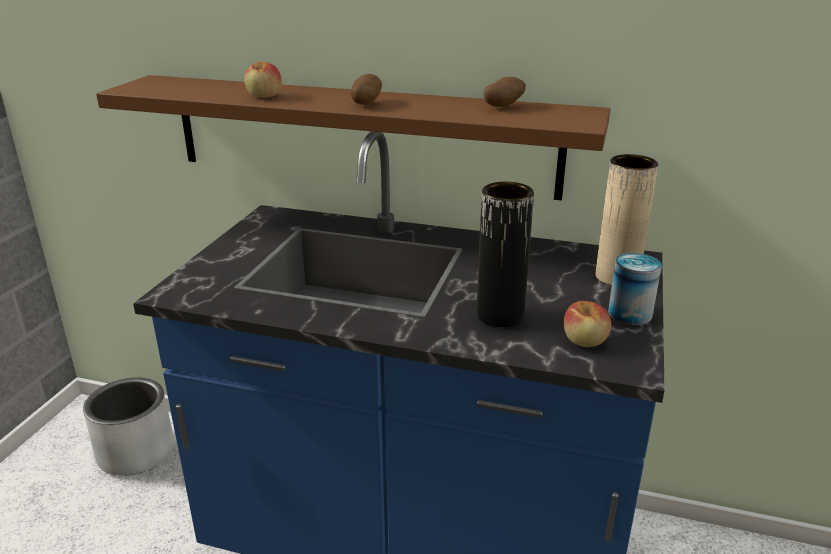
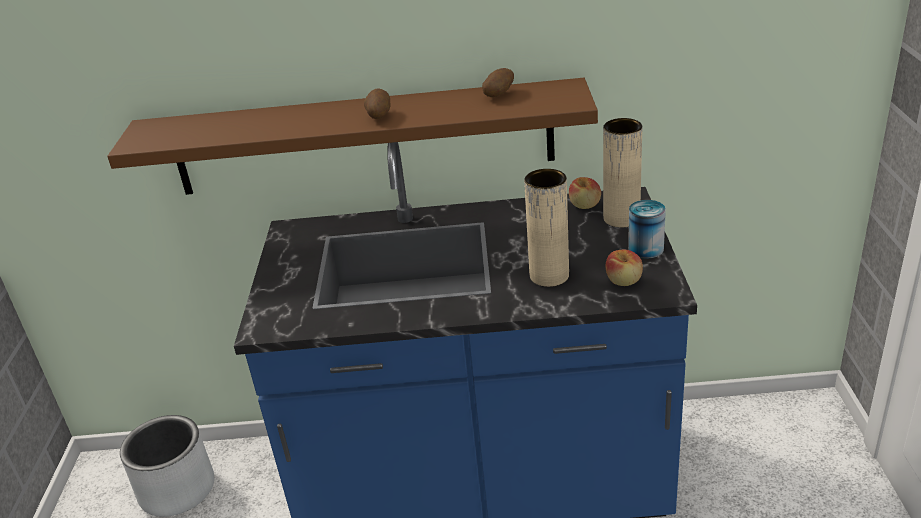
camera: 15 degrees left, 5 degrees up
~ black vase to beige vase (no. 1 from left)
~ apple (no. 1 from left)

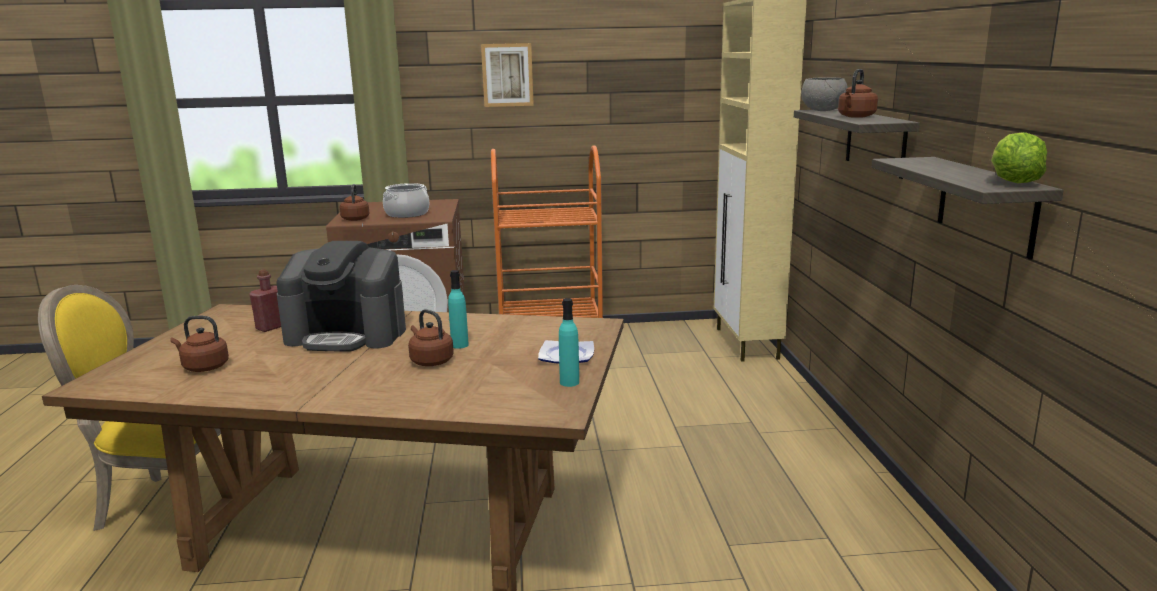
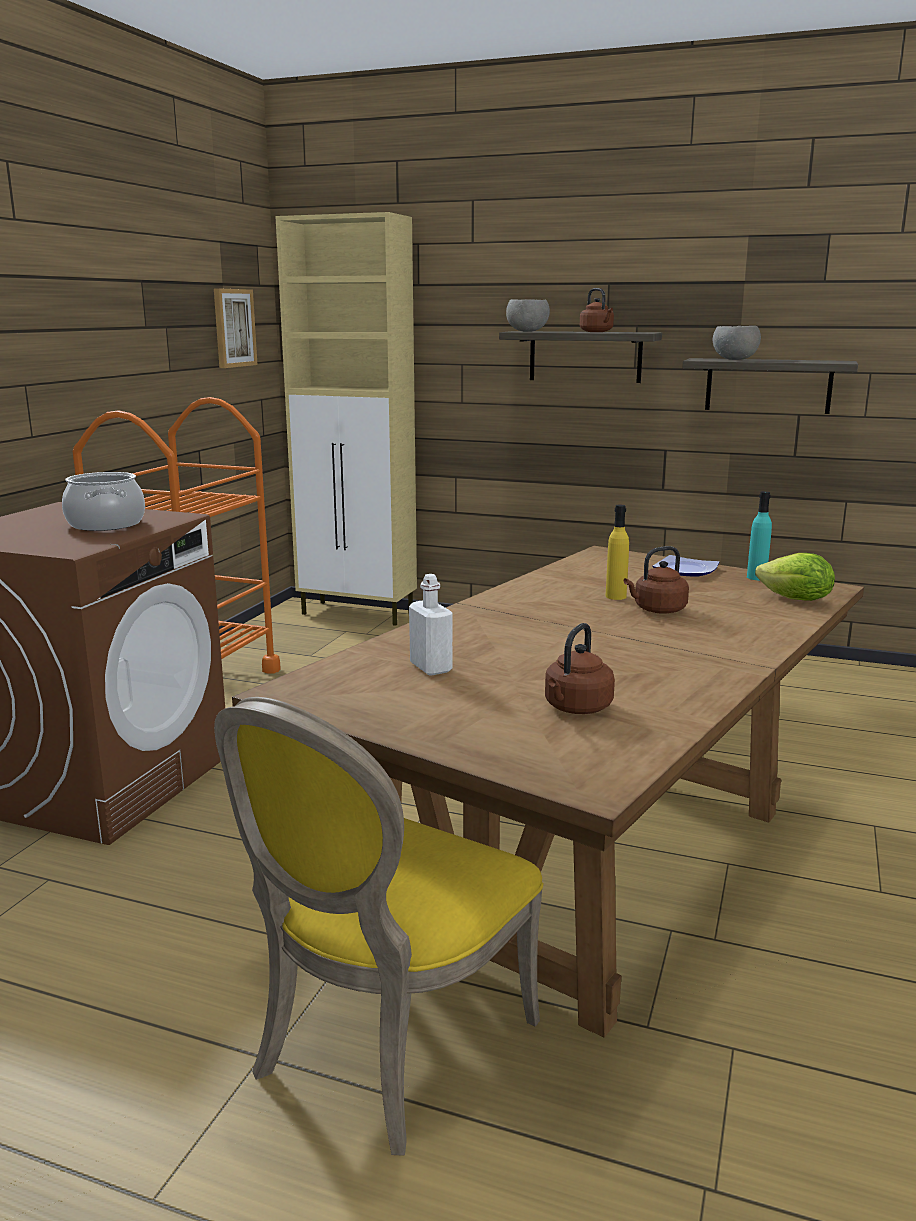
camera: 65 degrees left, 0 degrees up
~ picture
~ red bottle to white bottle
~ turquoise bottle (no. 1 from left) to yellow bottle
+ grey bowl (no. 2 from left)
~ lettuce
- coffee machine
- brown kettle (no. 2 from left)

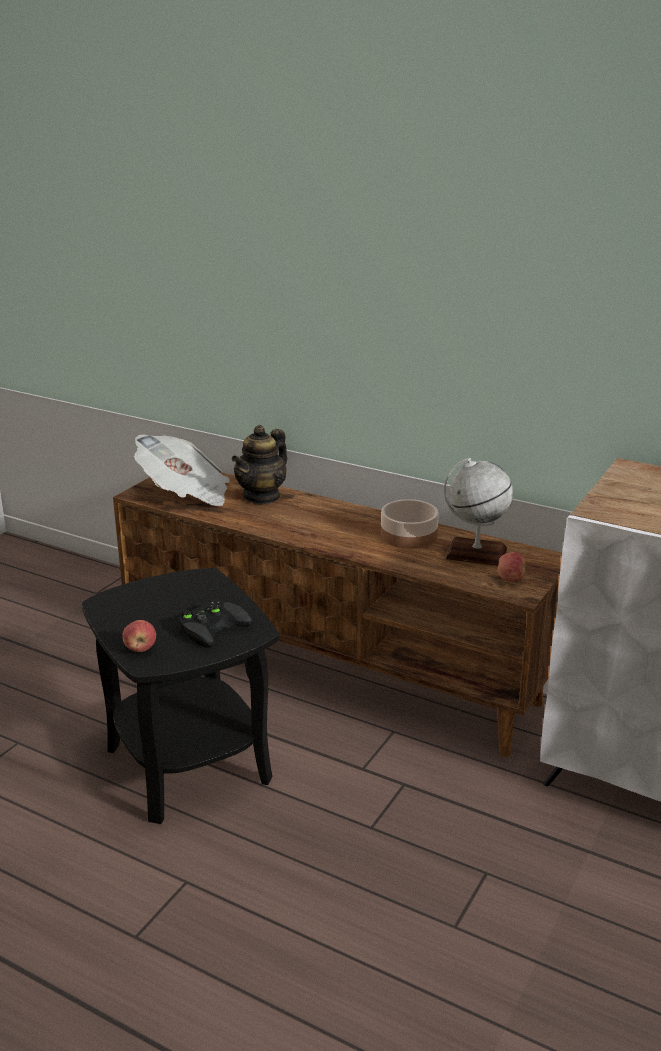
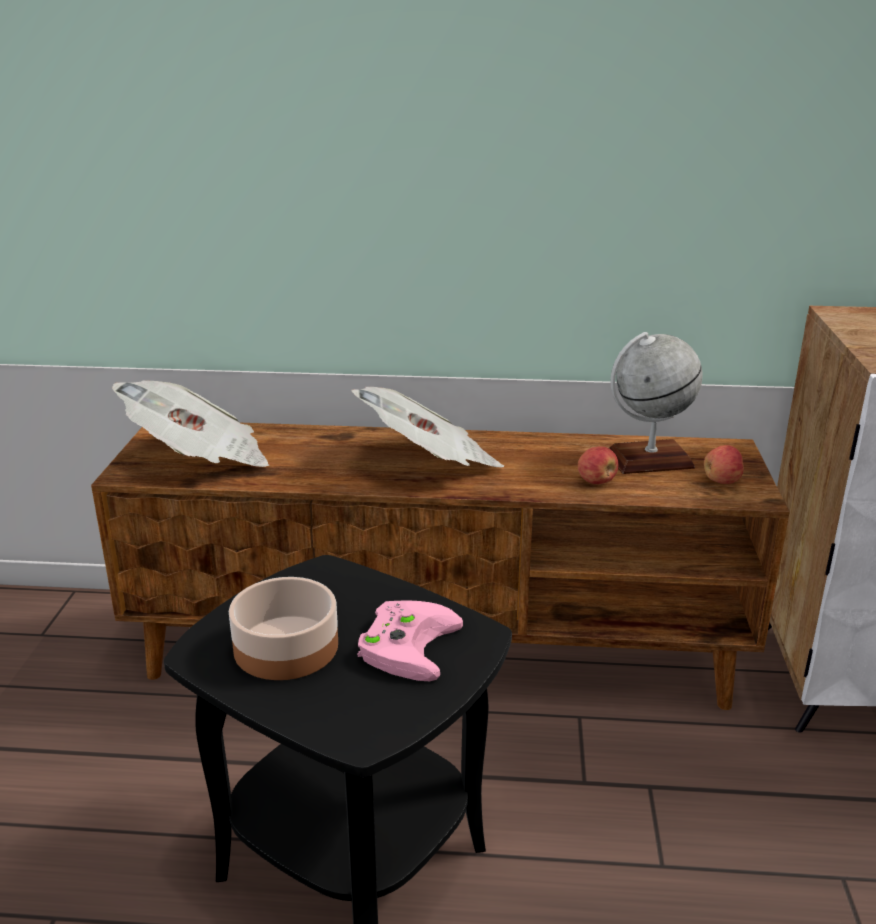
camera: 25 degrees left, 0 degrees up
~ bowl
+ newspaper (no. 2 from left)
~ black game controller to pink game controller
~ apple (no. 1 from left)
- teapot

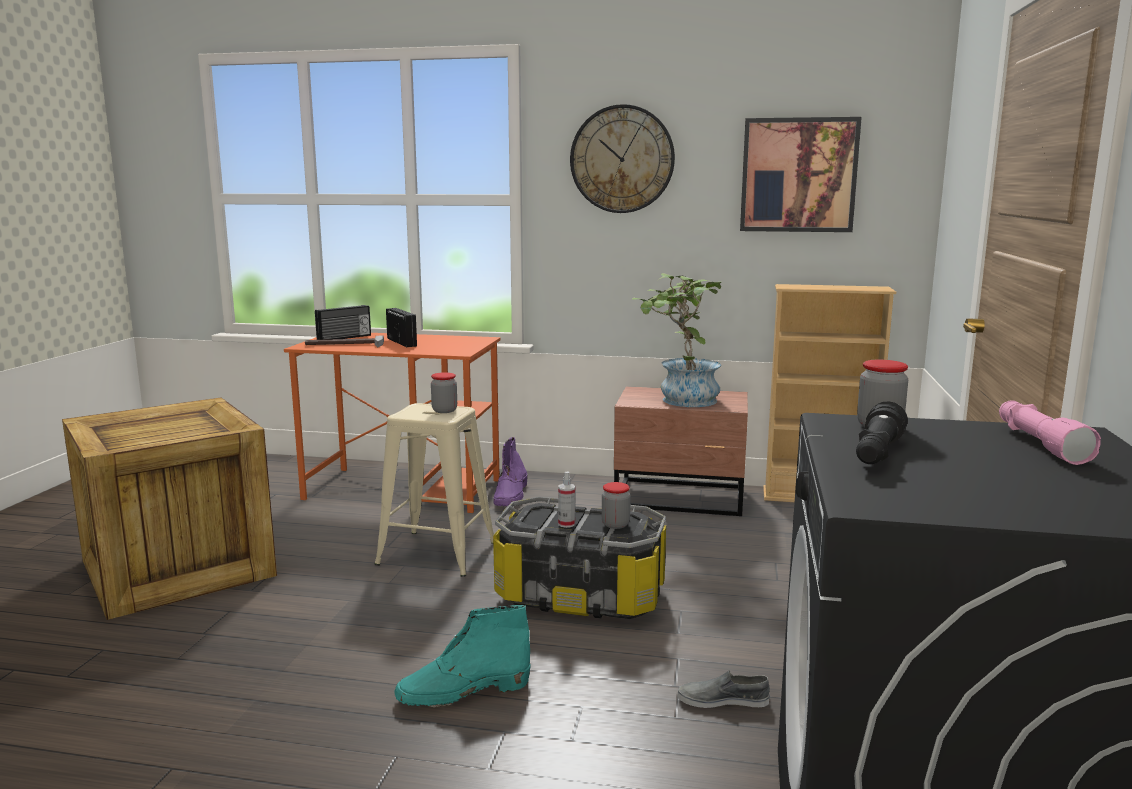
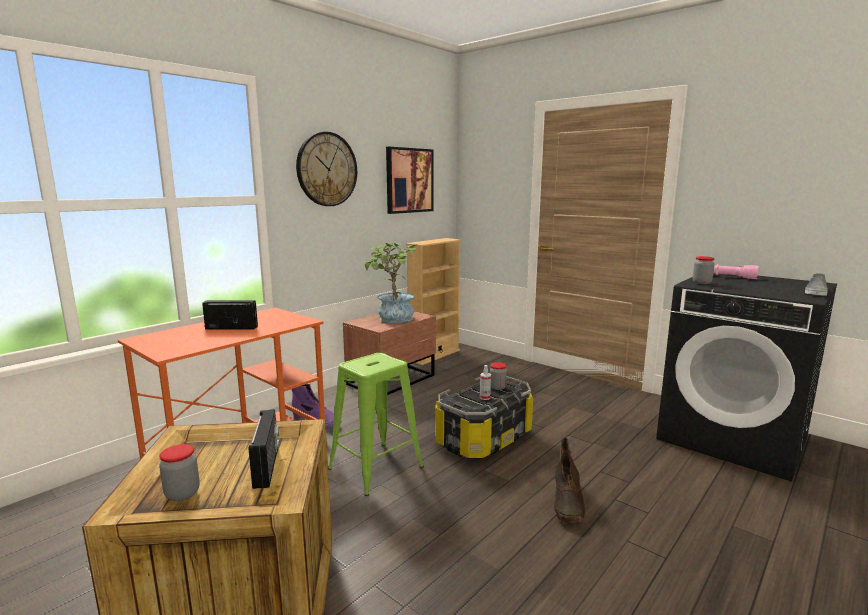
camera: 60 degrees left, 0 degrees up
~ jar (no. 1 from left)
~ radio (no. 1 from left in the first image) to radio (no. 2 from left)
~ beige stool to green stool
~ turquoise boot to brown boot
~ grey shoe
- hammer
- black flashlight

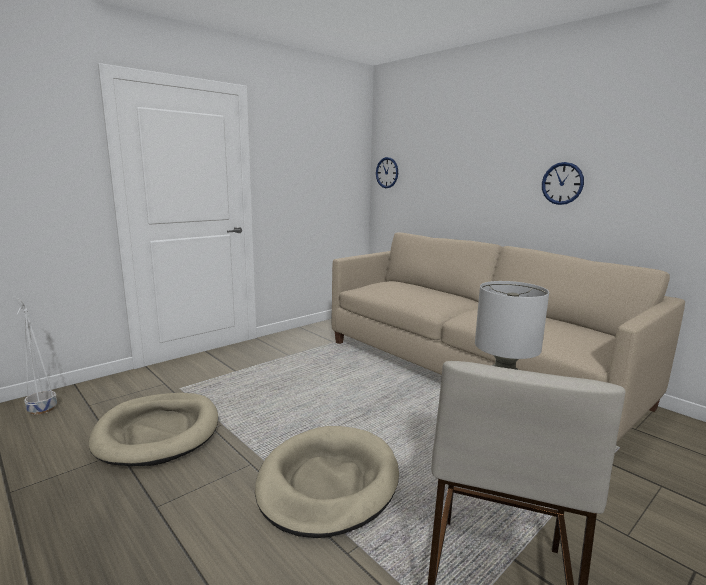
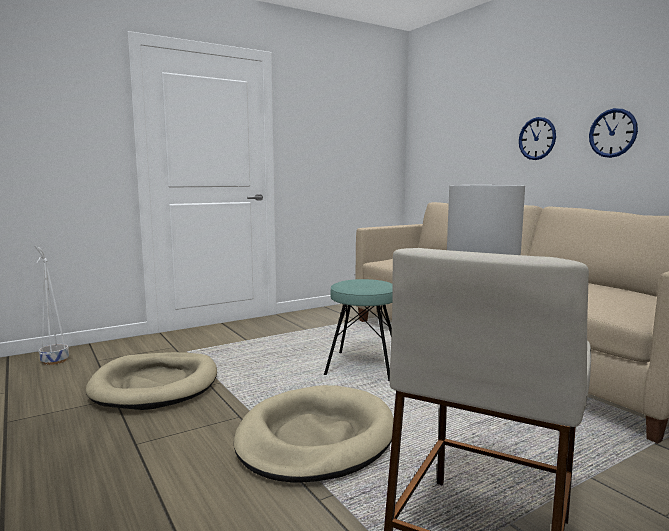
camera: 10 degrees right, 5 degrees down
+ turquoise stool
~ wall clock (no. 1 from left)

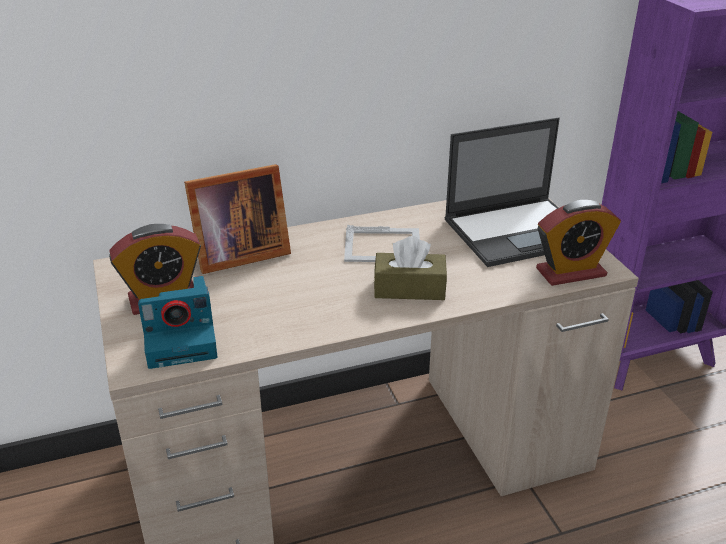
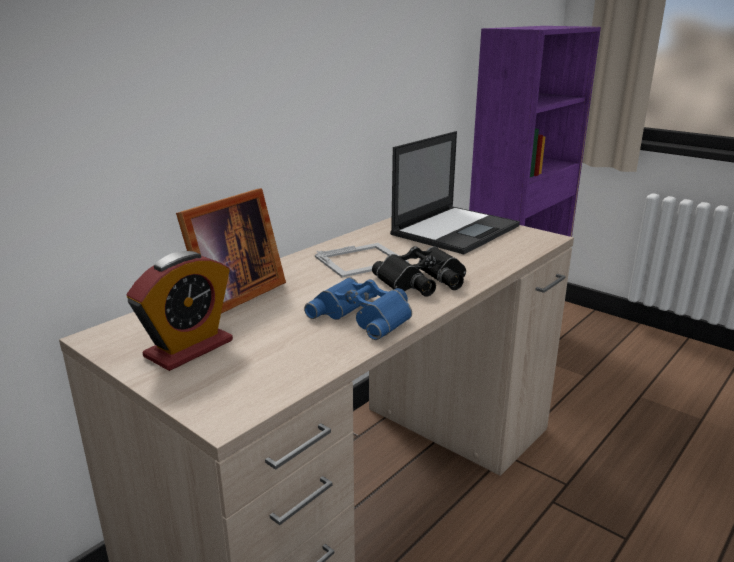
camera: 30 degrees left, 10 degrees down
+ blue binoculars
~ brown tissue box to black binoculars
- photo camera
- alarm clock (no. 2 from left)

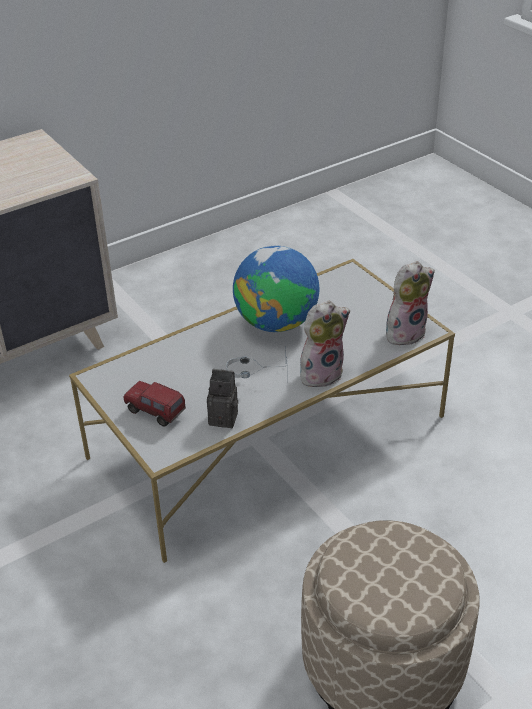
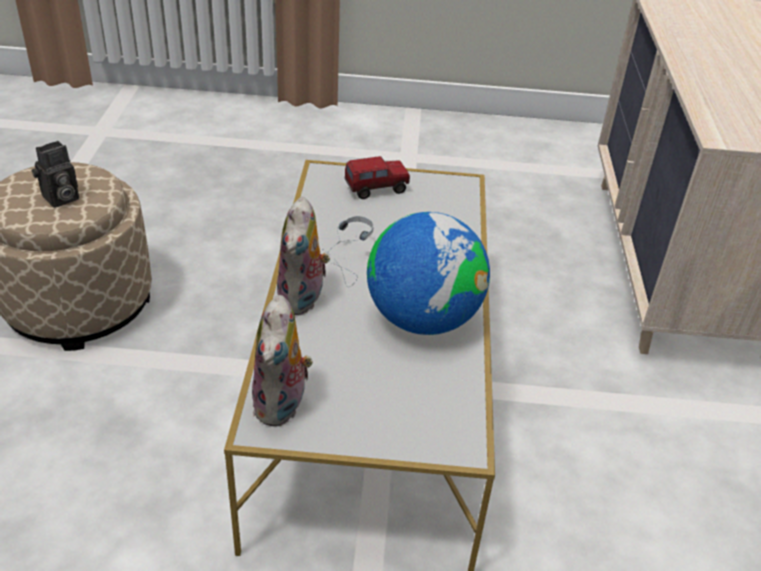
camera: 125 degrees right, 0 degrees up
~ photo camera

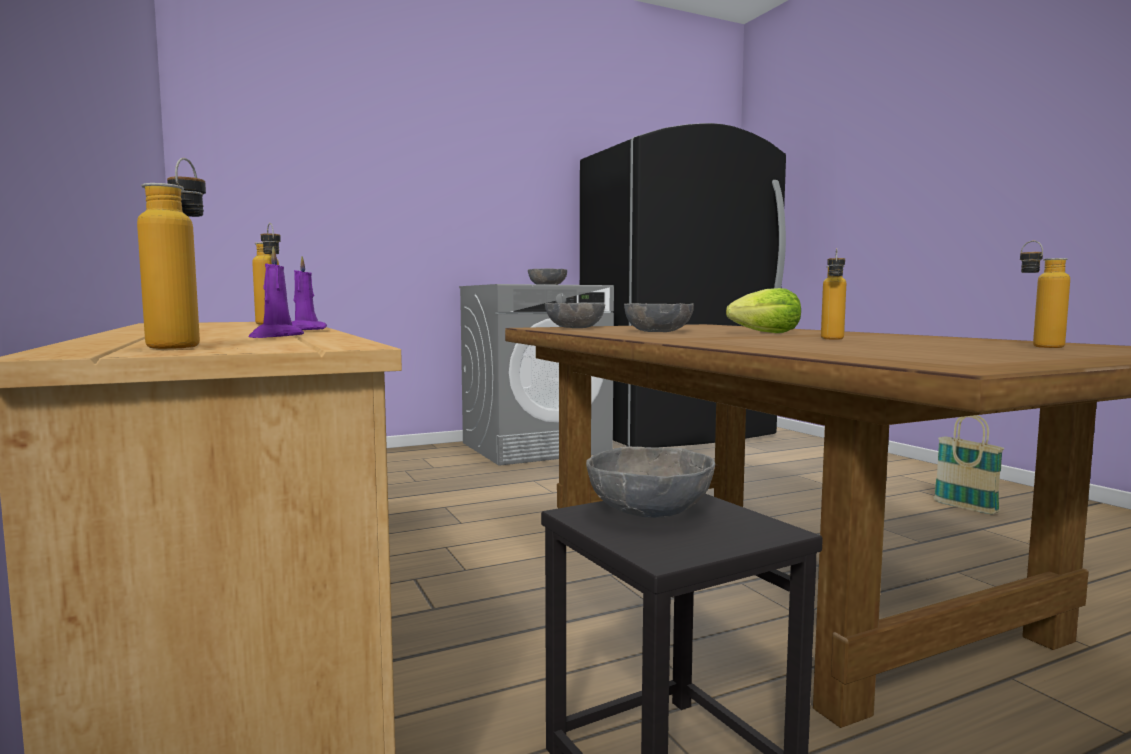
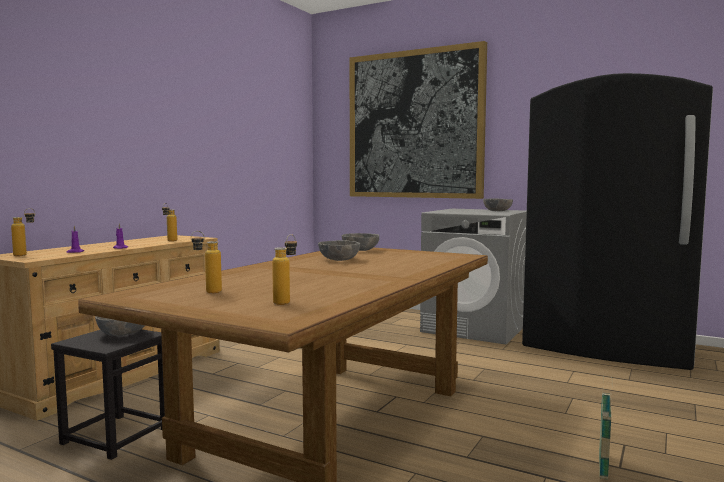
camera: 55 degrees right, 0 degrees up
~ bottle (no. 3 from left)
+ picture
- lettuce

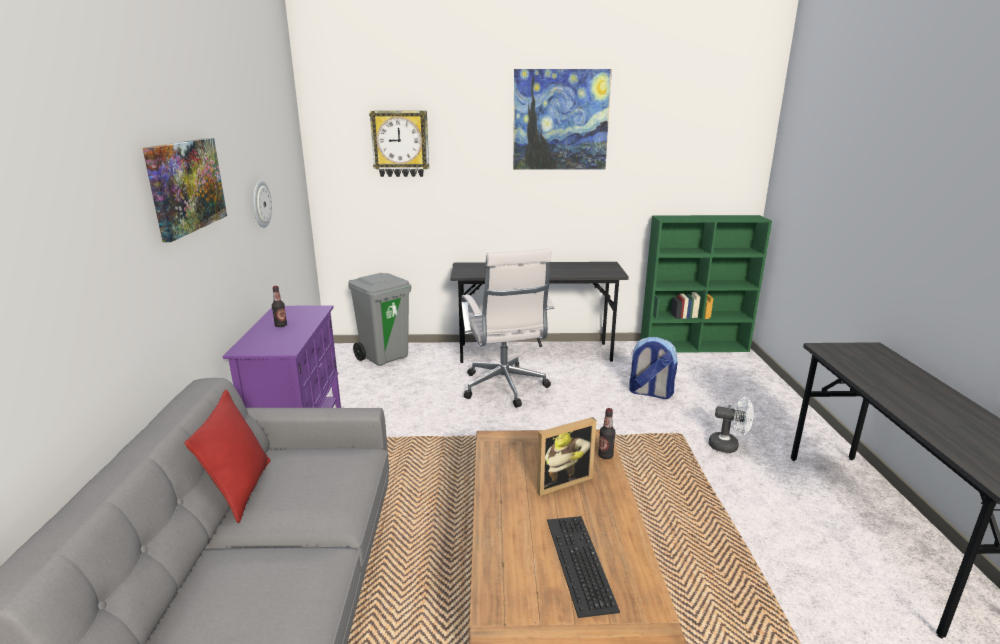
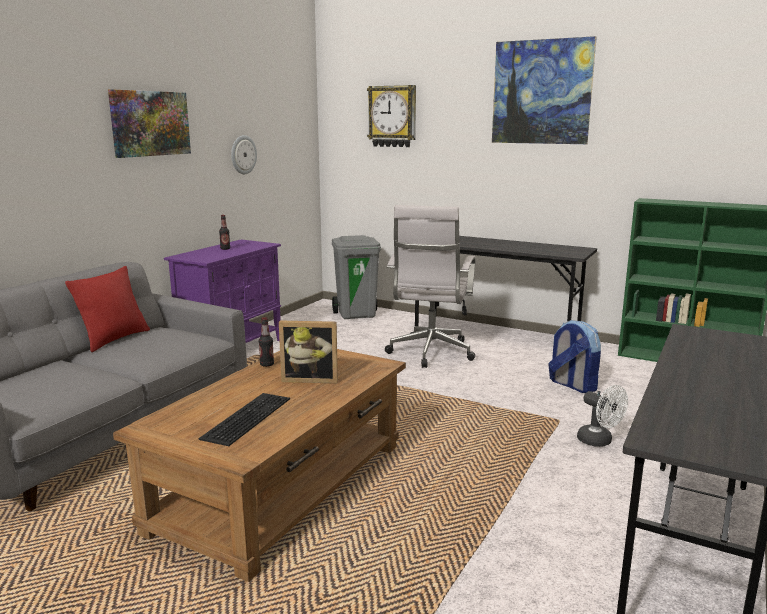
camera: 30 degrees right, 5 degrees down
~ bottle (no. 2 from left)

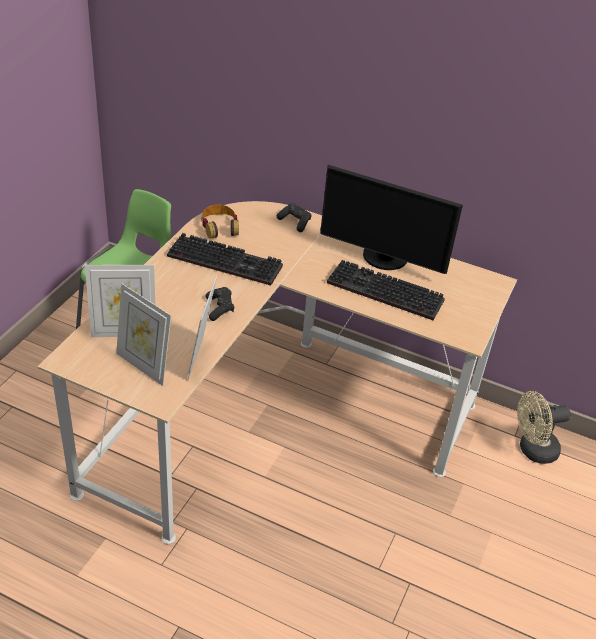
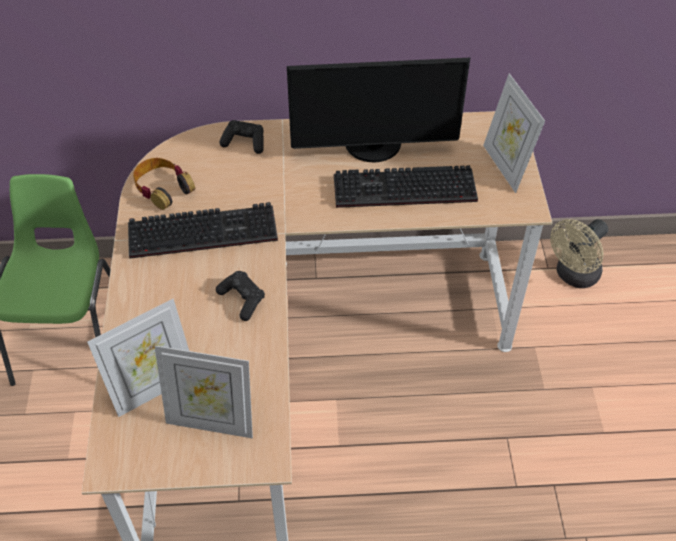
camera: 25 degrees left, 10 degrees up
~ picture frame (no. 3 from left)

